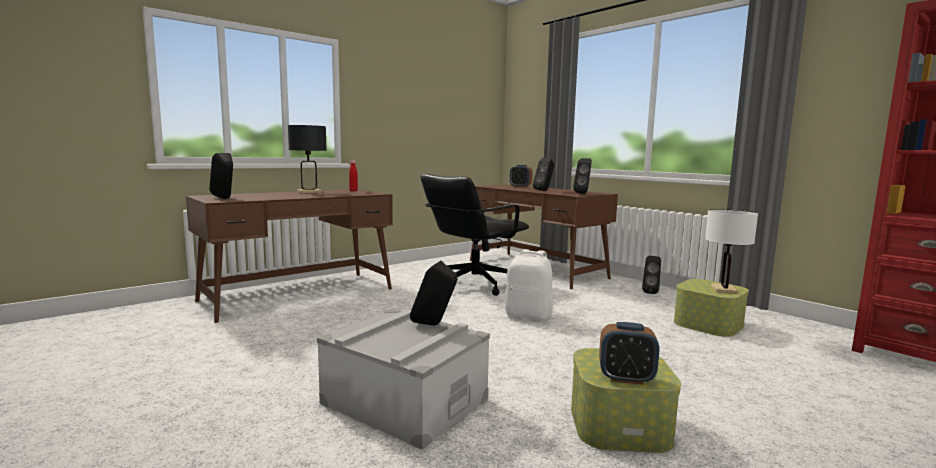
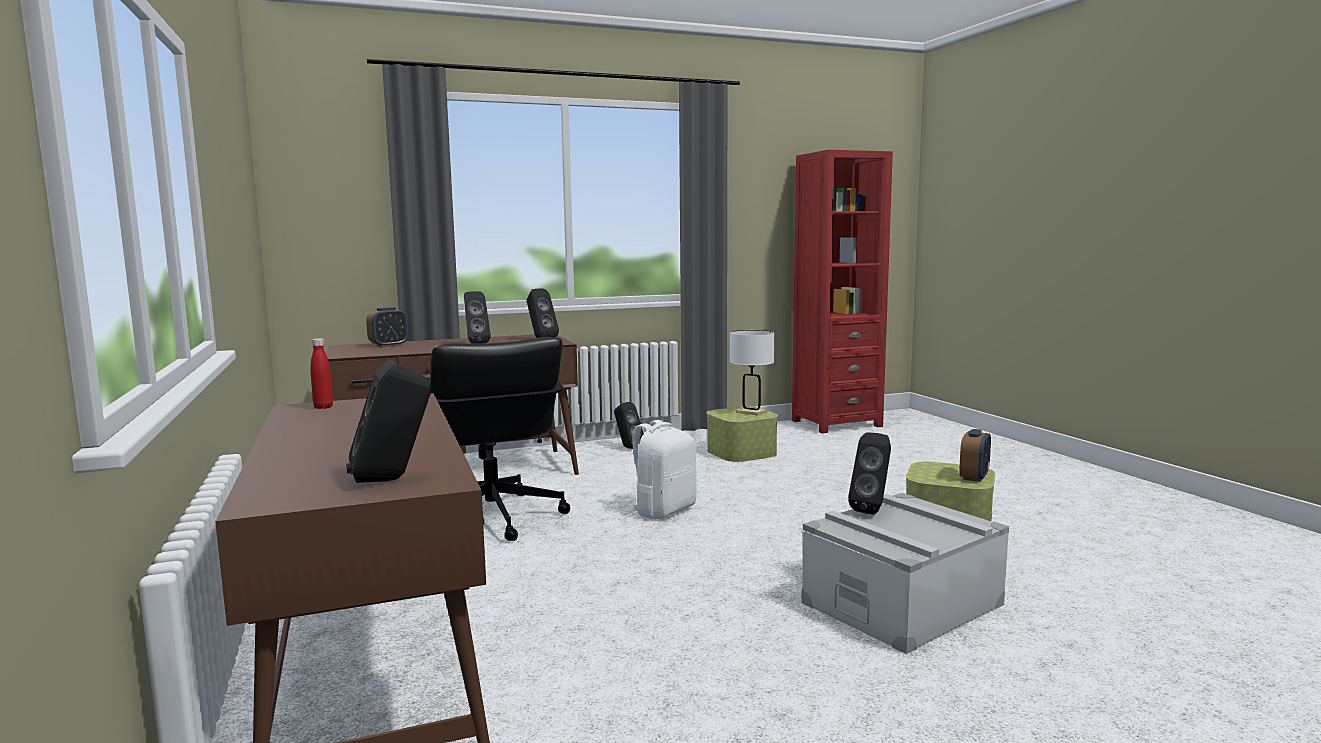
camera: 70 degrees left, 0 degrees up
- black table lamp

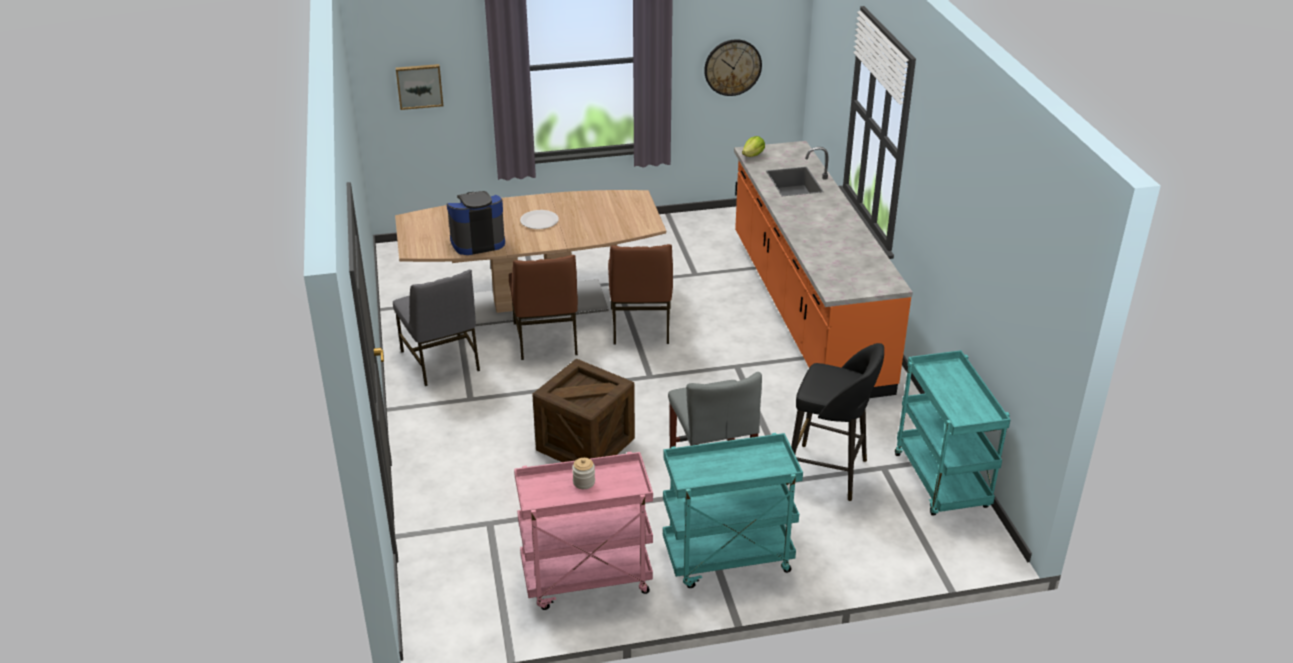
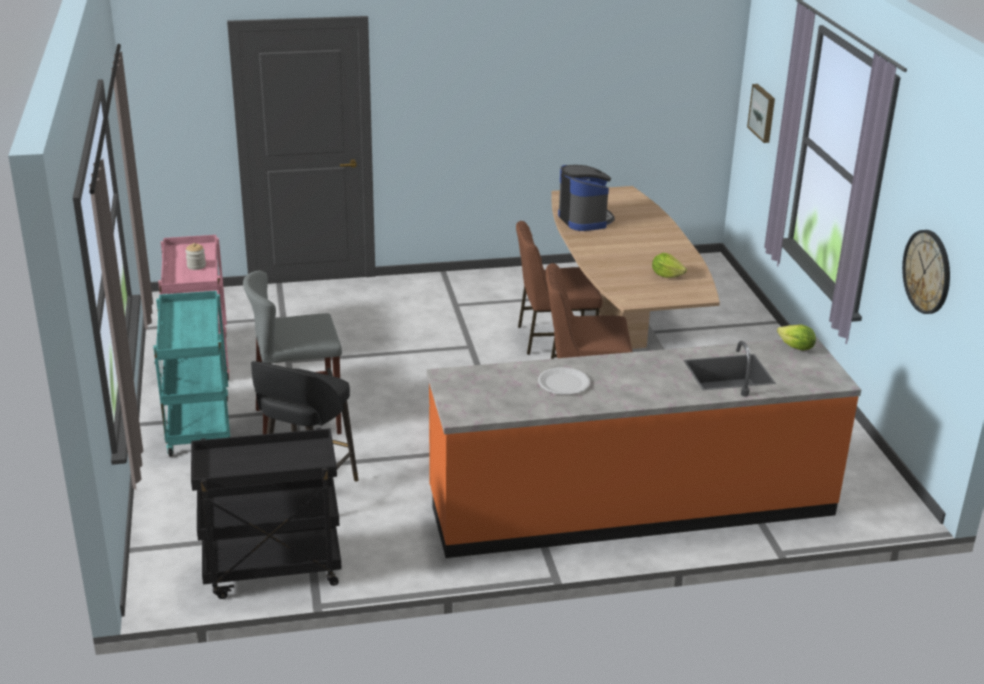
camera: 90 degrees right, 5 degrees down
~ turquoise cart (no. 2 from left) to black cart
~ white plate
+ lettuce (no. 1 from left)
- grey chair
- crate

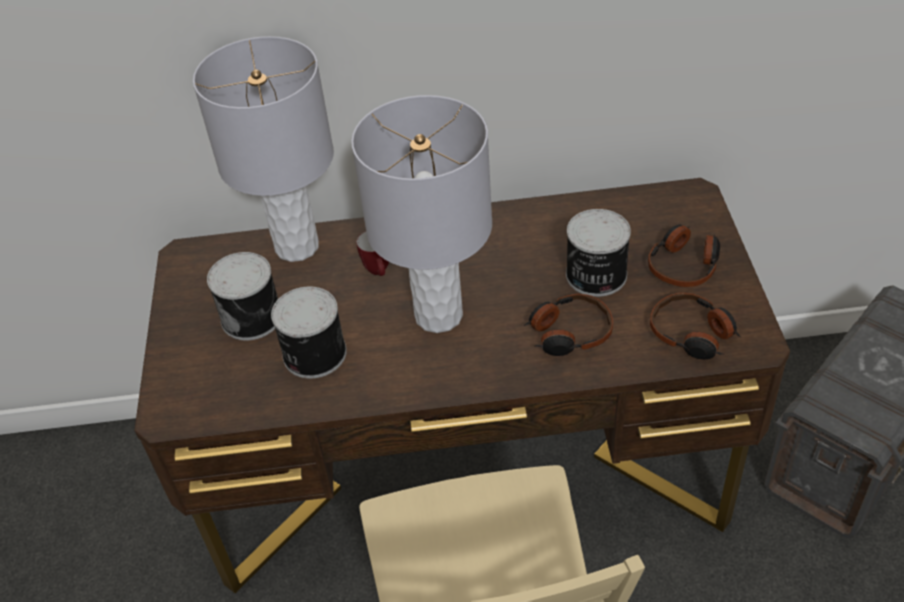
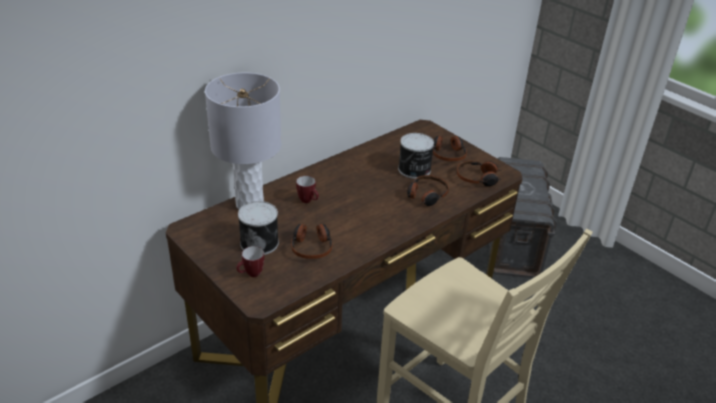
camera: 40 degrees left, 10 degrees down
+ mug (no. 1 from left)
~ can (no. 2 from left) to headphones (no. 1 from left)
- grey table lamp (no. 2 from left)

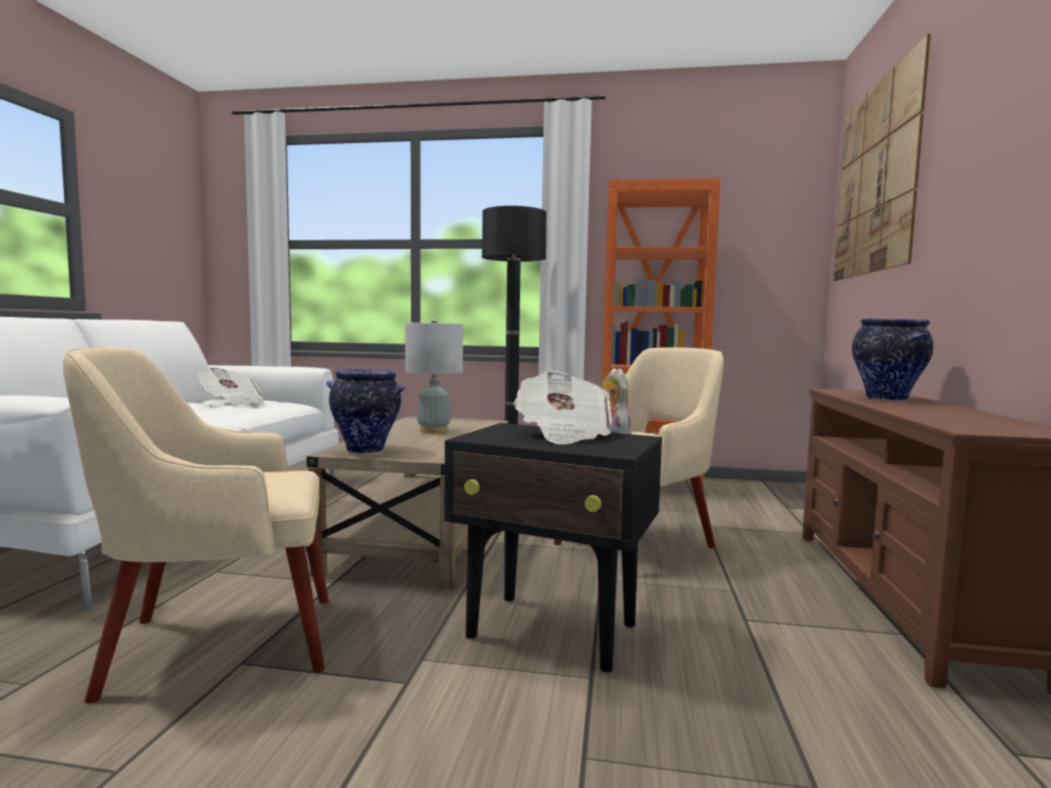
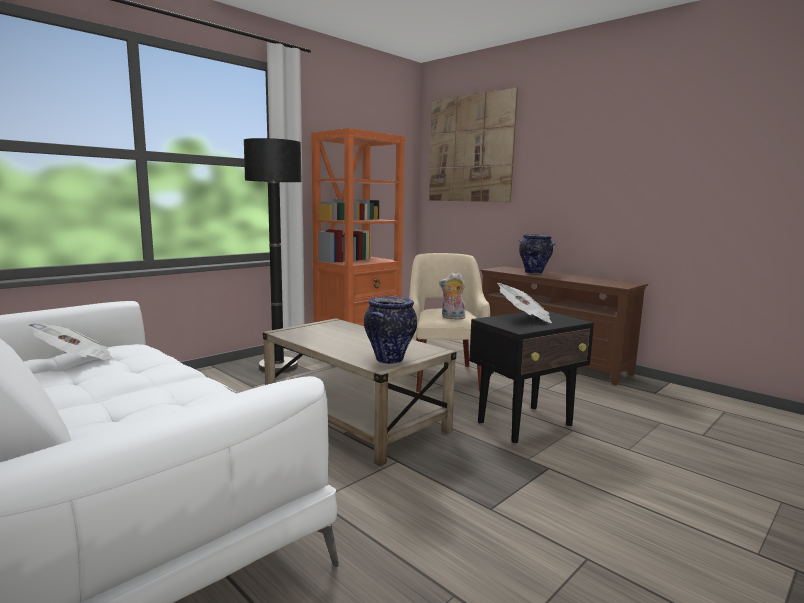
camera: 55 degrees left, 5 degrees up
- beige armchair (no. 1 from left)
- grey table lamp

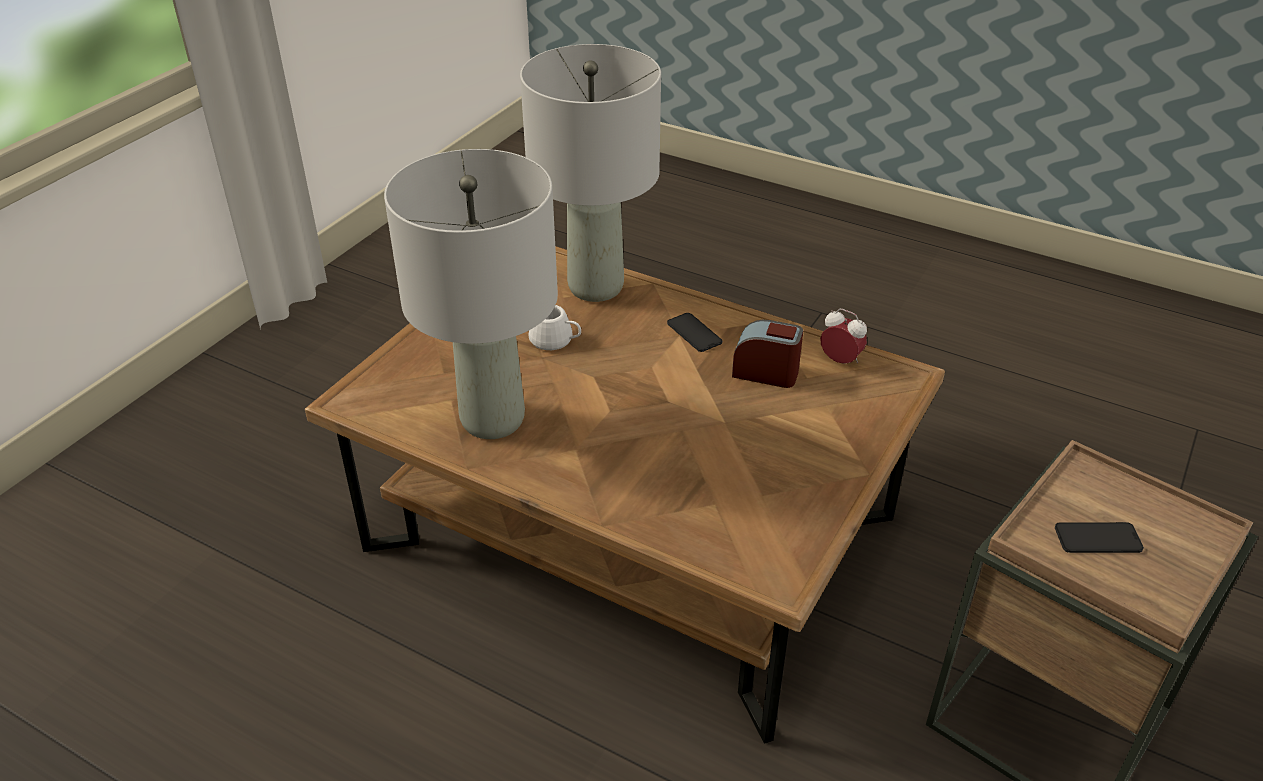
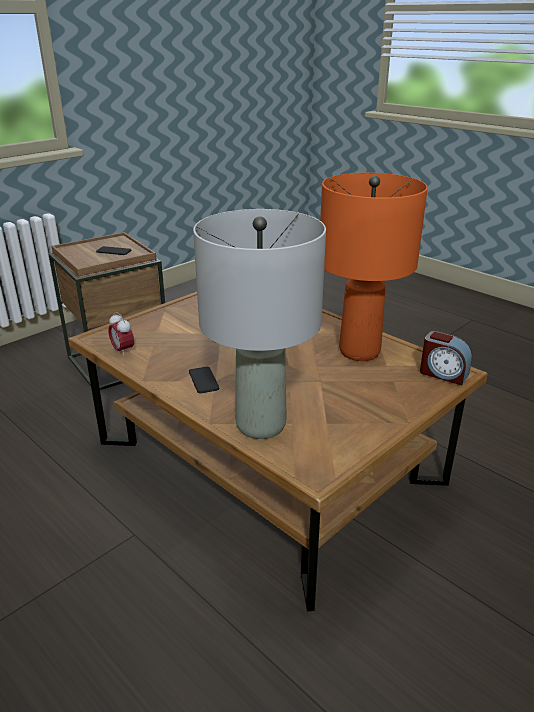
camera: 165 degrees left, 10 degrees down
~ grey table lamp (no. 1 from left) to orange table lamp
~ alarm clock (no. 1 from left in the first image) to alarm clock (no. 2 from left)
- white mug

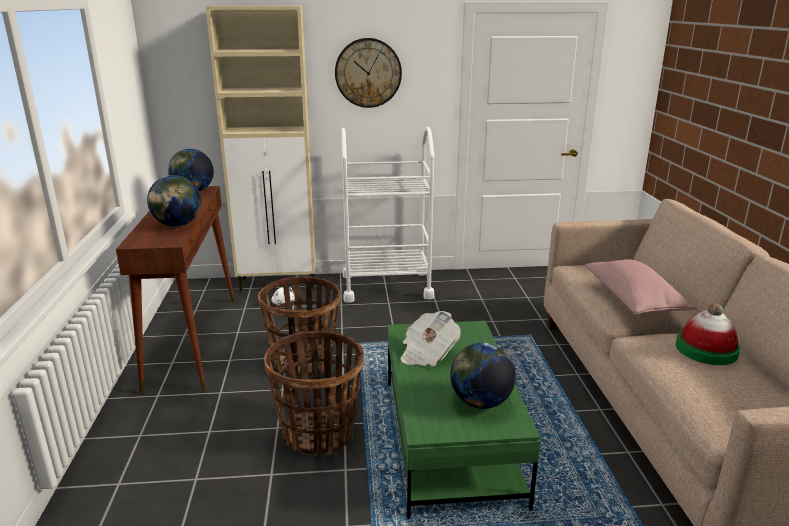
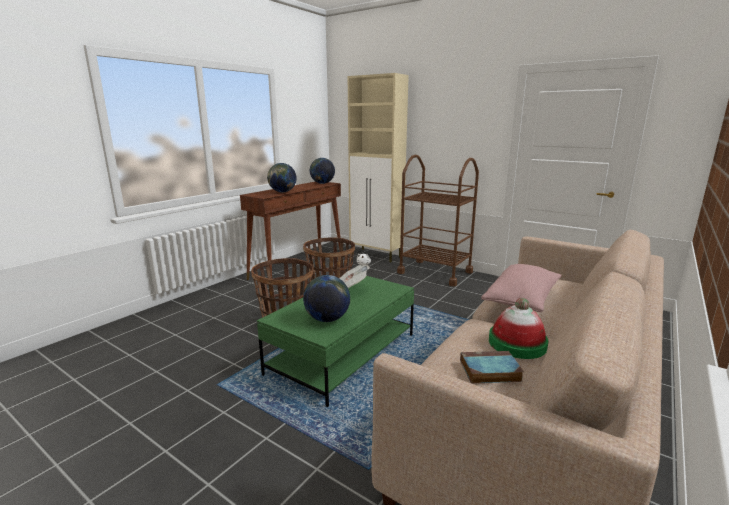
camera: 40 degrees right, 5 degrees down
~ white cart to brown cart
+ book
- wall clock

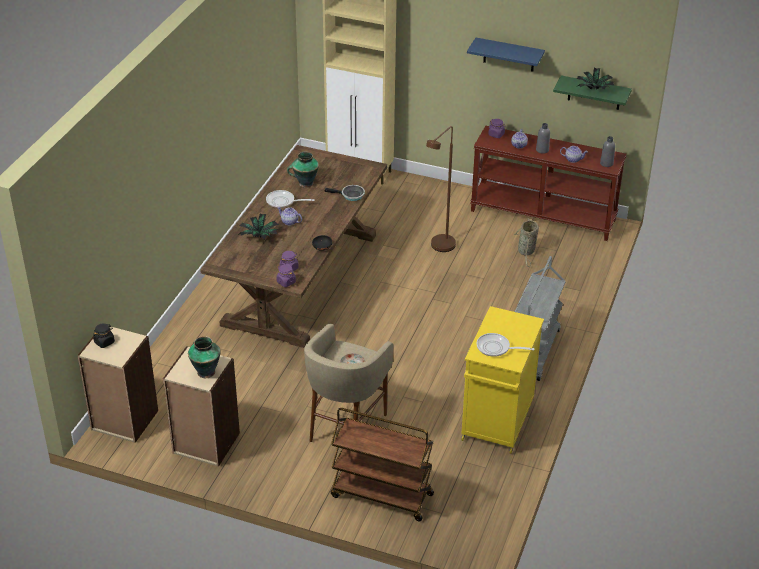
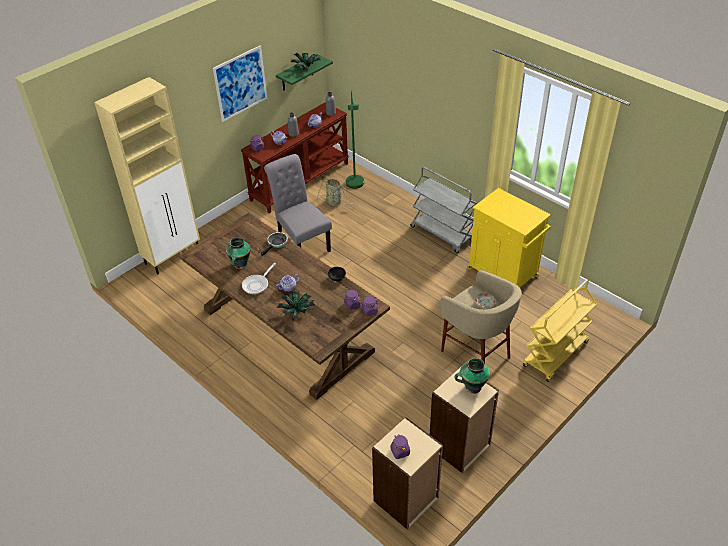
camera: 65 degrees left, 5 degrees up
~ blue shelf to picture
~ brown floor lamp to grey chair
+ green floor lamp
~ black jar to purple jar (no. 4 from left)
~ brown cart to yellow cart
- frying pan (no. 3 from left)

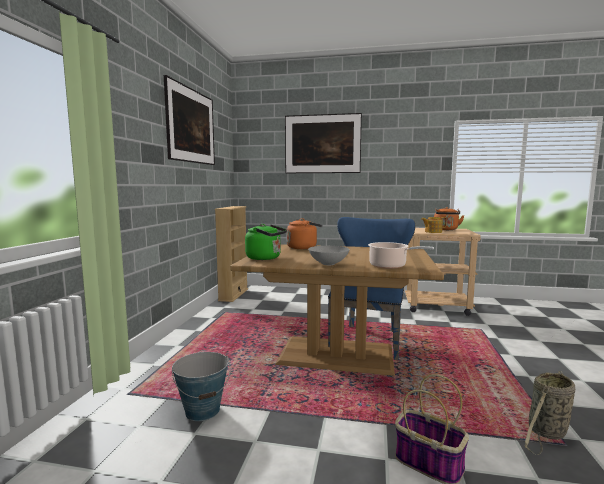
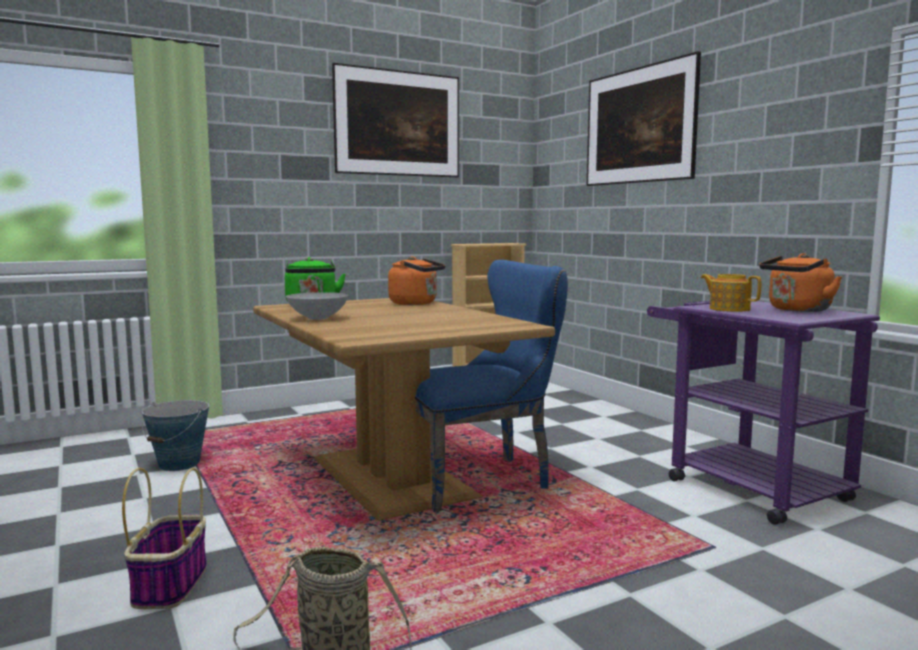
camera: 50 degrees right, 0 degrees up
~ beige cart to purple cart
- cooking pot

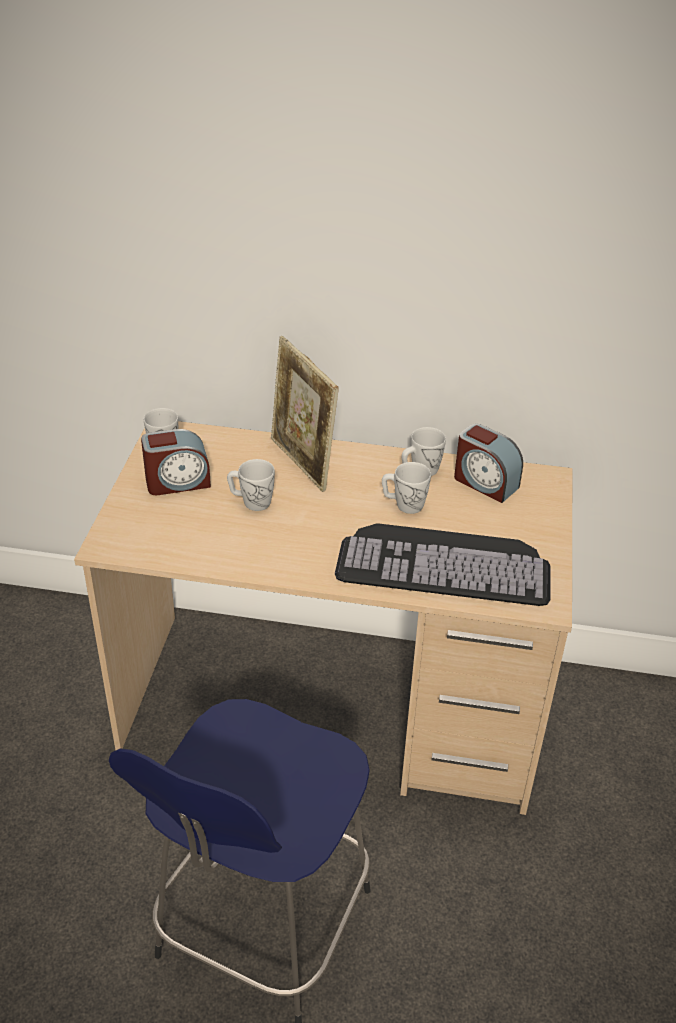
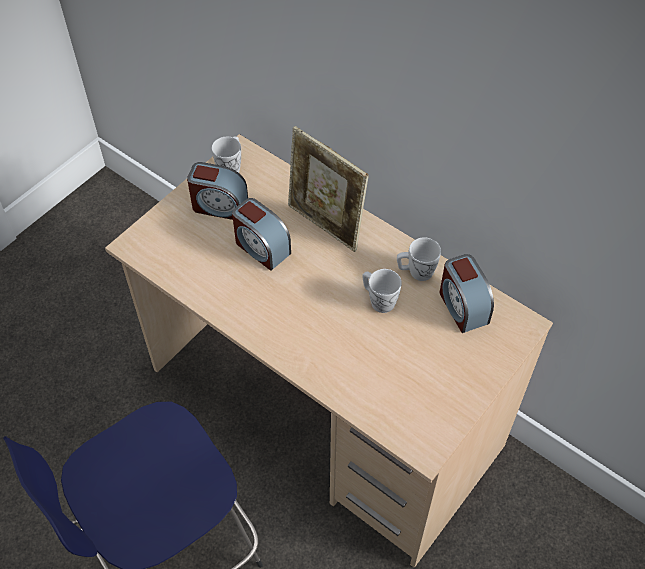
camera: 30 degrees right, 15 degrees up
~ white mug (no. 2 from left) to alarm clock (no. 2 from left)
~ picture frame 45 degrees counterclockwise
- keyboard

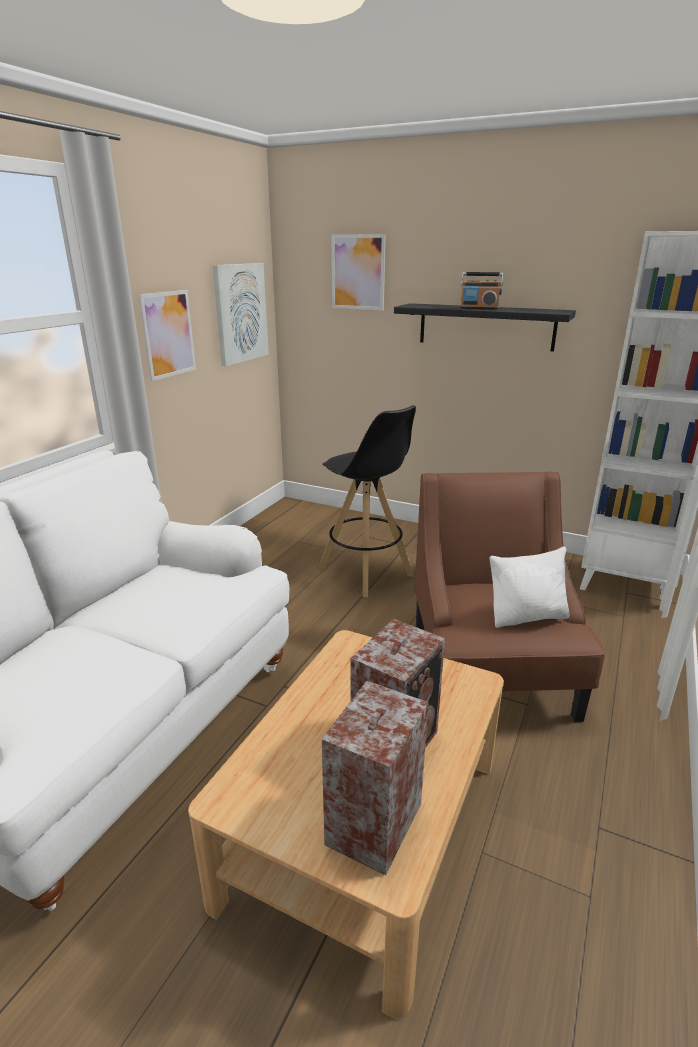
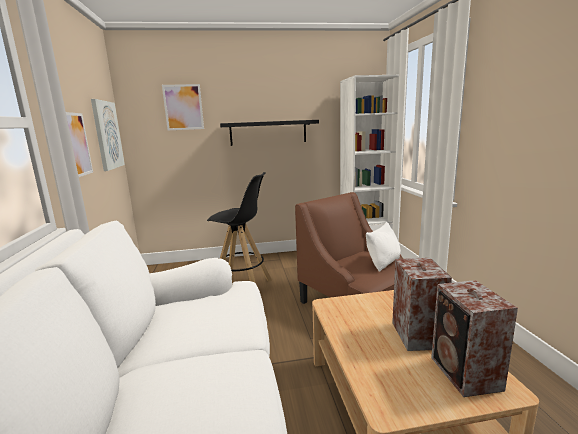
camera: 35 degrees left, 10 degrees down
- radio

